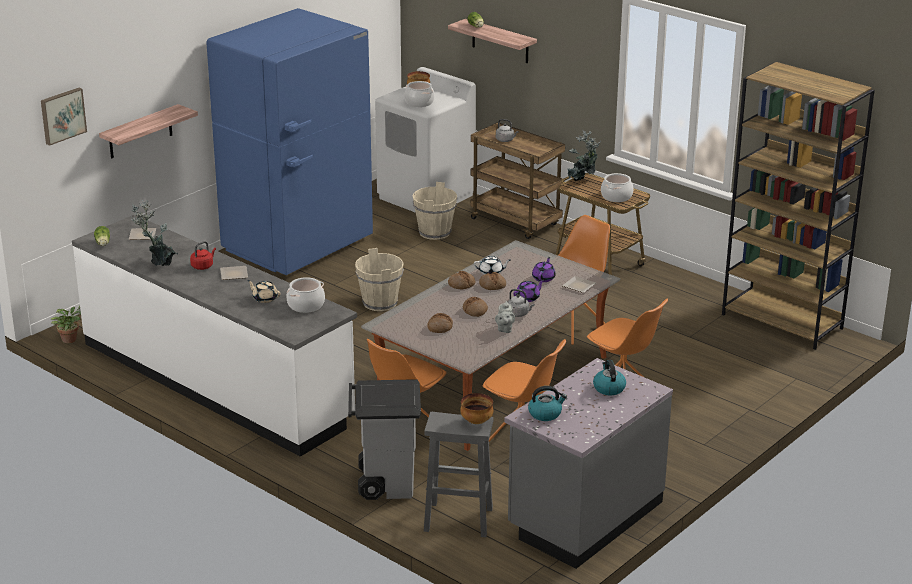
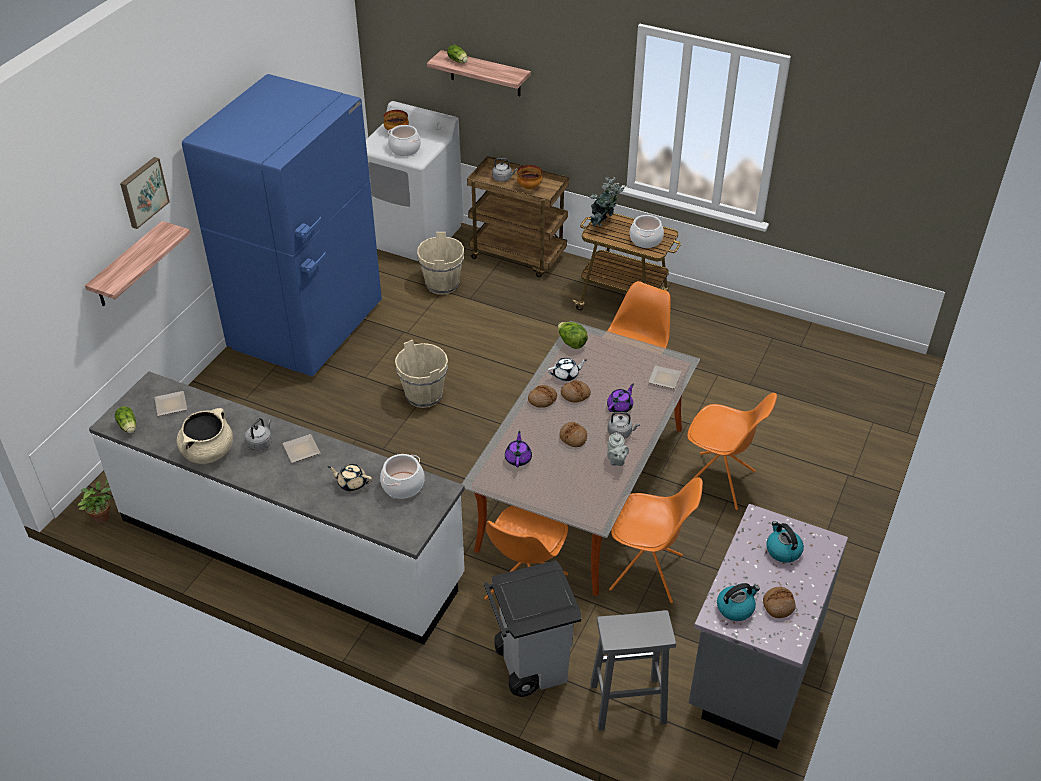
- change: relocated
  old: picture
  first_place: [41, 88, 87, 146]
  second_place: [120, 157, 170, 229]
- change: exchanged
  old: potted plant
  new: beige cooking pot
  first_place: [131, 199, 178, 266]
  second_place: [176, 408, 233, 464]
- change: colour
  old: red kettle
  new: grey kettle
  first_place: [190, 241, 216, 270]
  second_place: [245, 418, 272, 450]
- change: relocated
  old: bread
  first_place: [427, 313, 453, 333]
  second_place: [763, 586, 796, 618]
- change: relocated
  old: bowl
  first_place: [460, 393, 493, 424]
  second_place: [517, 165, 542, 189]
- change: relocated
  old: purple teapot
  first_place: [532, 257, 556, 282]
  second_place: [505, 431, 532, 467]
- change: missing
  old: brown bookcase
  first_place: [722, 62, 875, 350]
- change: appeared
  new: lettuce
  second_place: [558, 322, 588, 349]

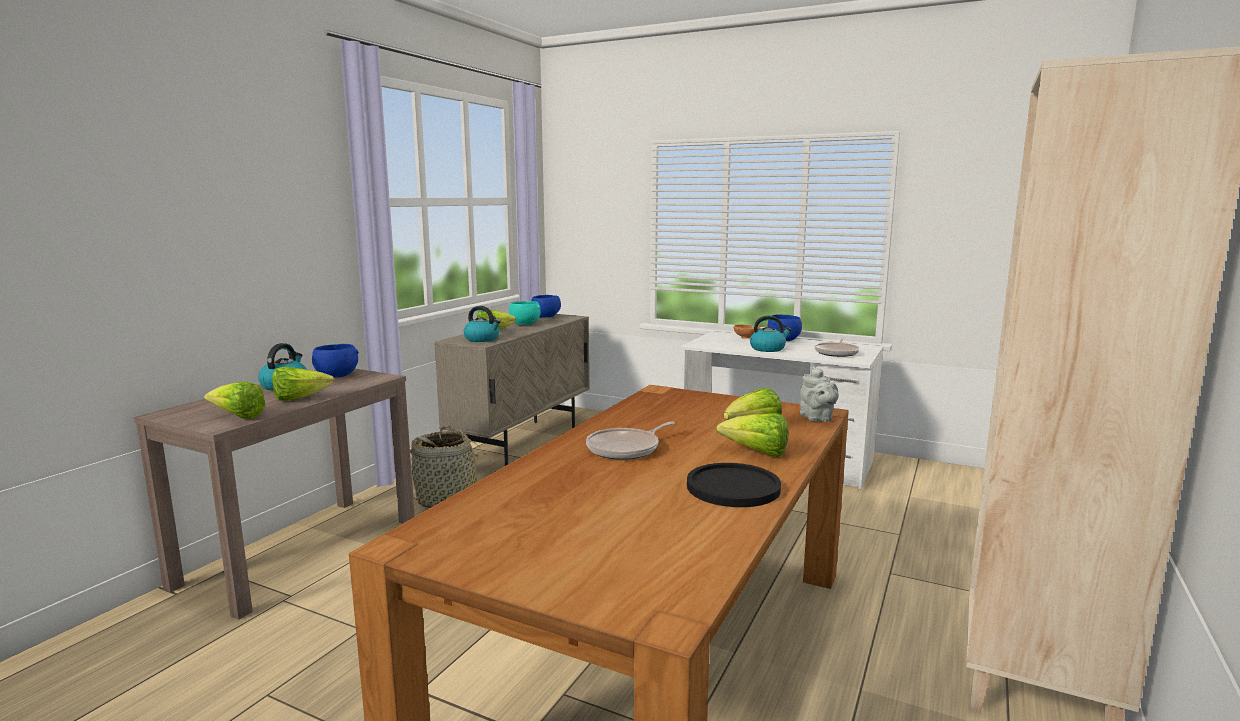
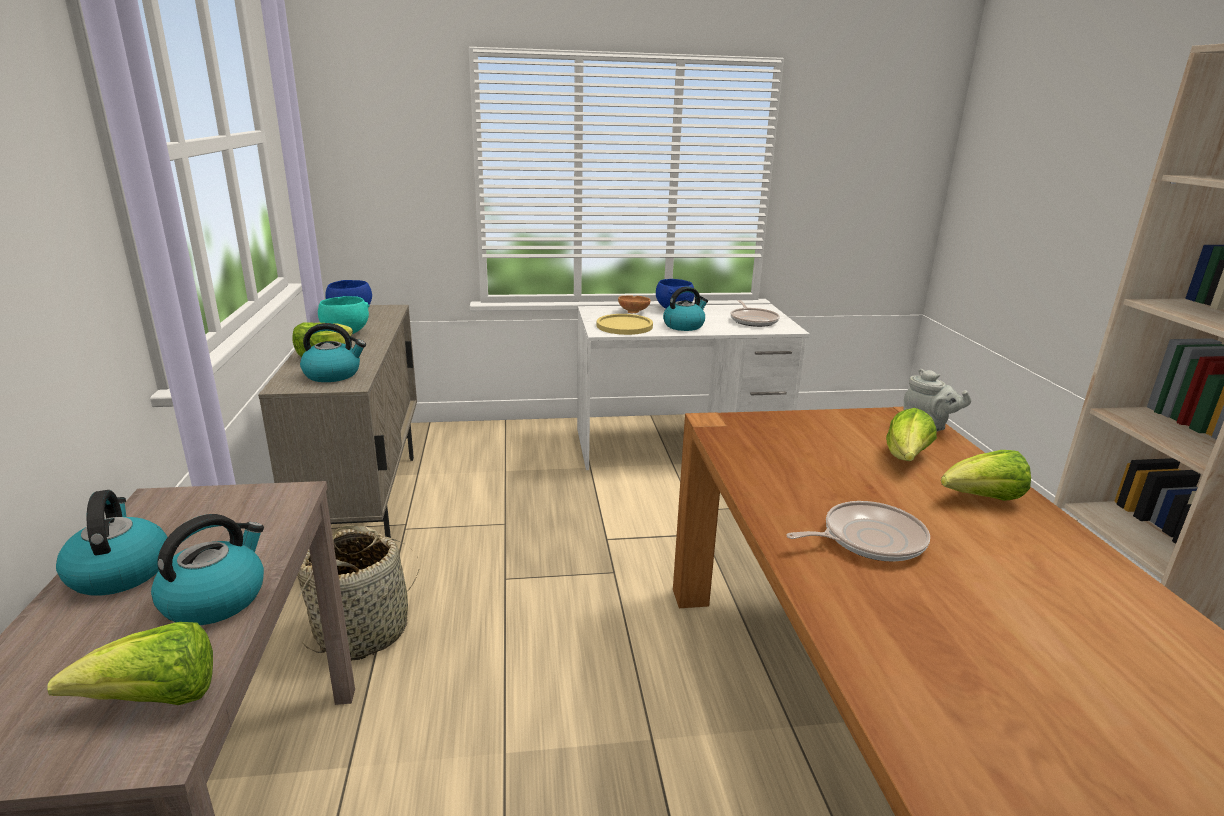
- change: exchanged
  old: lettuce
  new: kettle
  first_place: [272, 367, 334, 401]
  second_place: [151, 514, 264, 625]
- change: missing
  old: blue bowl
  first_place: [312, 344, 359, 378]
- change: spun
  old: frying pan
  first_place: [586, 421, 675, 460]
  second_place: [786, 501, 930, 561]
  degrees: -120
- change: missing
  old: black plate
  first_place: [687, 463, 781, 507]
- change: appeared
  new: yellow plate
  second_place: [597, 314, 653, 335]

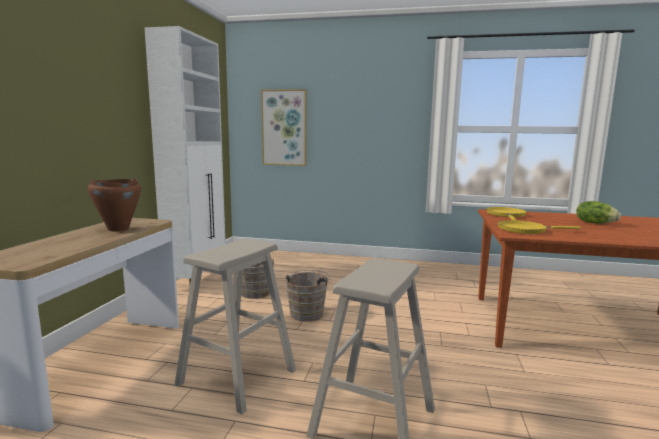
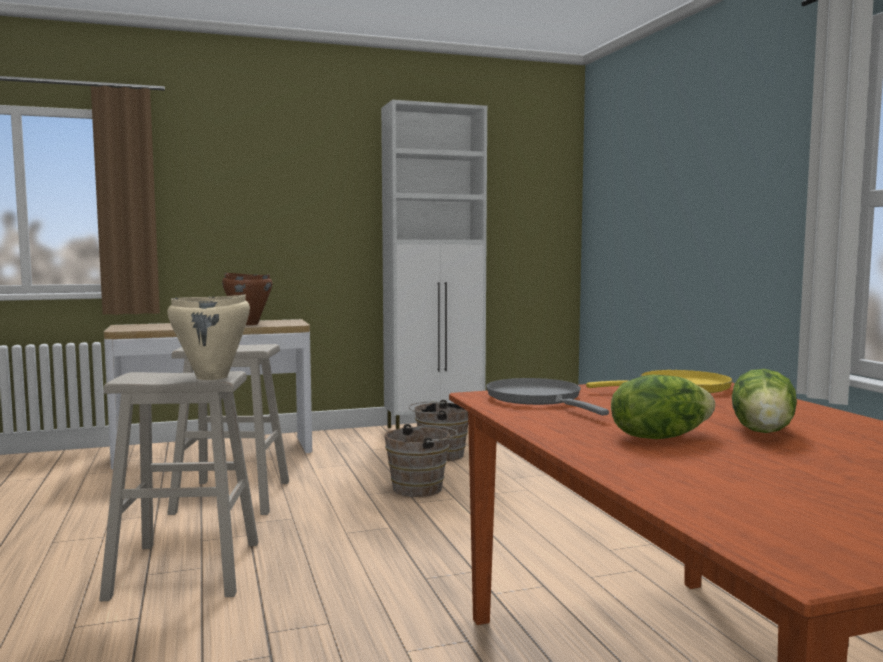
- change: missing
  old: picture
  first_place: [261, 89, 307, 166]
- change: colour
  old: yellow frying pan
  new: grey frying pan
  first_place: [498, 220, 581, 234]
  second_place: [486, 378, 609, 416]
- change: appeared
  new: beige cooking pot
  second_place: [167, 294, 250, 380]
- change: appeared
  new: lettuce
  second_place: [611, 375, 715, 439]

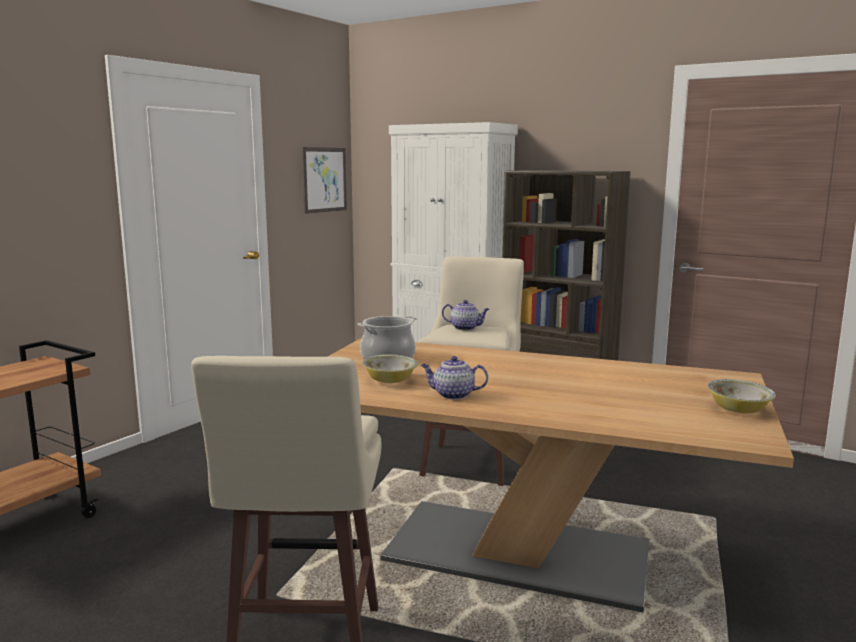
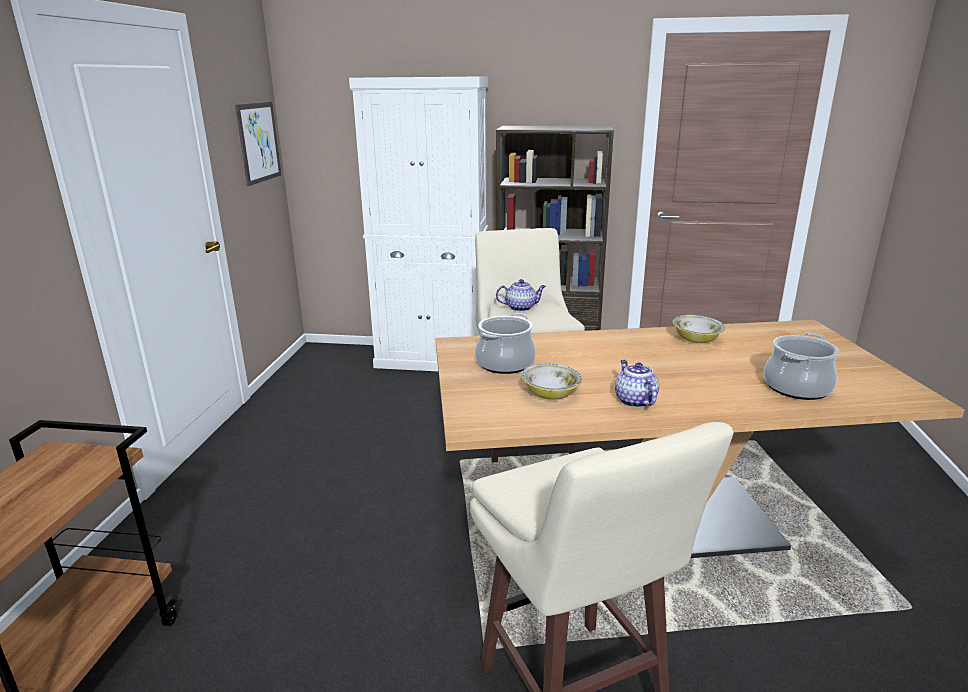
- change: spun
  old: teapot
  first_place: [421, 356, 488, 400]
  second_place: [615, 360, 659, 408]
  degrees: 90
- change: relocated
  old: bowl
  first_place: [707, 379, 776, 414]
  second_place: [672, 315, 725, 343]
- change: appeared
  new: cooking pot
  second_place: [764, 333, 839, 400]

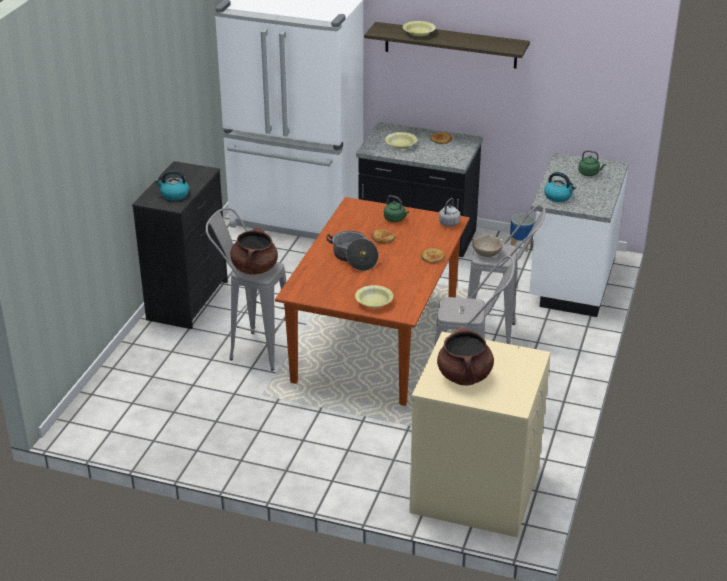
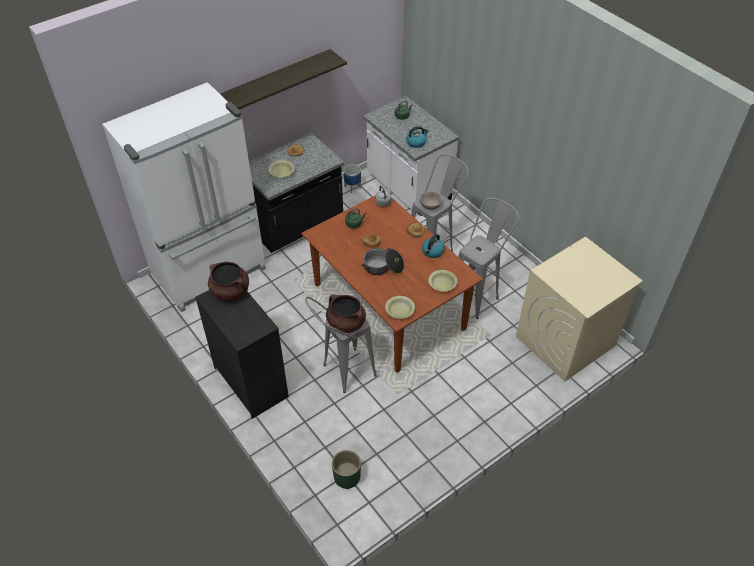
- change: relocated
  old: kettle
  first_place: [155, 170, 189, 201]
  second_place: [422, 234, 445, 258]
- change: relocated
  old: yellow bowl
  first_place: [403, 21, 436, 36]
  second_place: [385, 296, 415, 319]
- change: relocated
  old: brown cooking pot
  first_place: [437, 327, 494, 386]
  second_place: [208, 262, 249, 301]
- change: appeared
  new: green planter
  second_place: [332, 450, 361, 489]

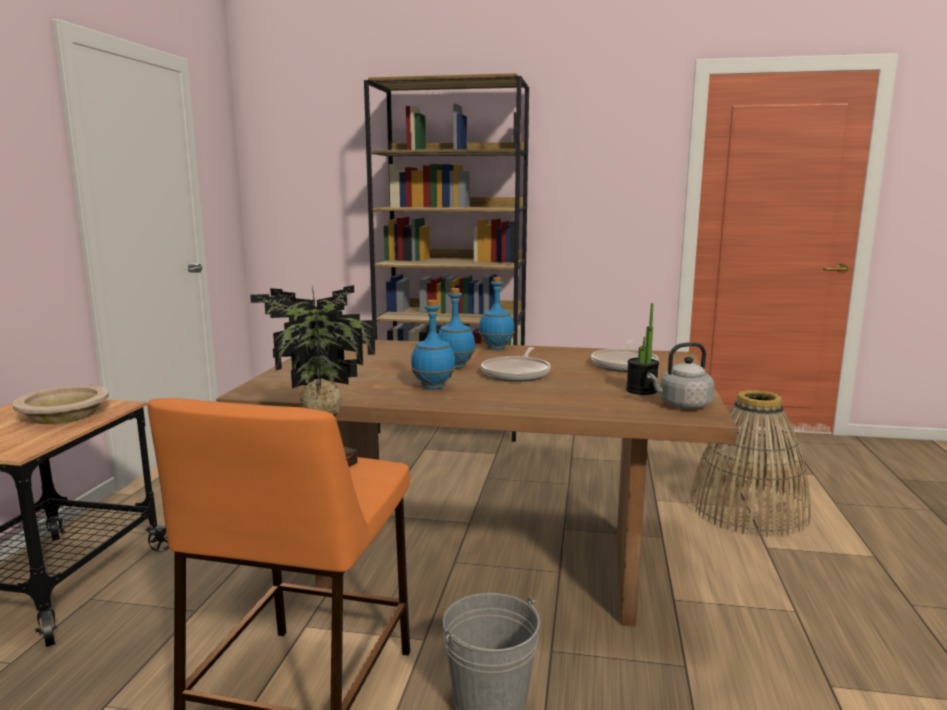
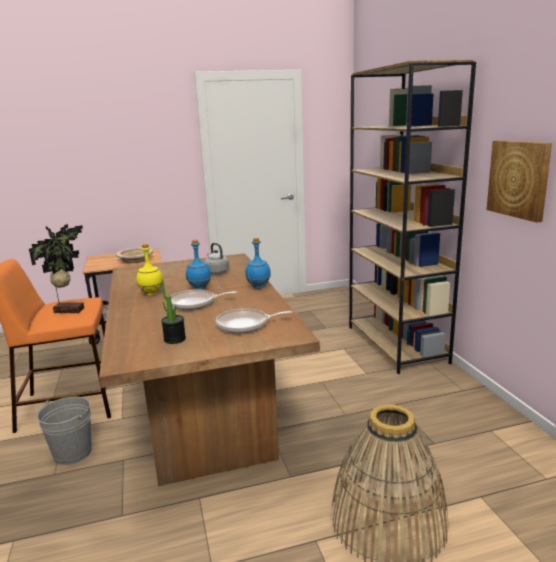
- change: colour
  old: blue bottle
  new: yellow bottle
  first_place: [411, 300, 456, 389]
  second_place: [137, 244, 163, 295]
- change: relocated
  old: grey kettle
  first_place: [647, 342, 714, 409]
  second_place: [204, 243, 229, 274]
- change: appeared
  new: picture
  second_place: [487, 140, 552, 223]

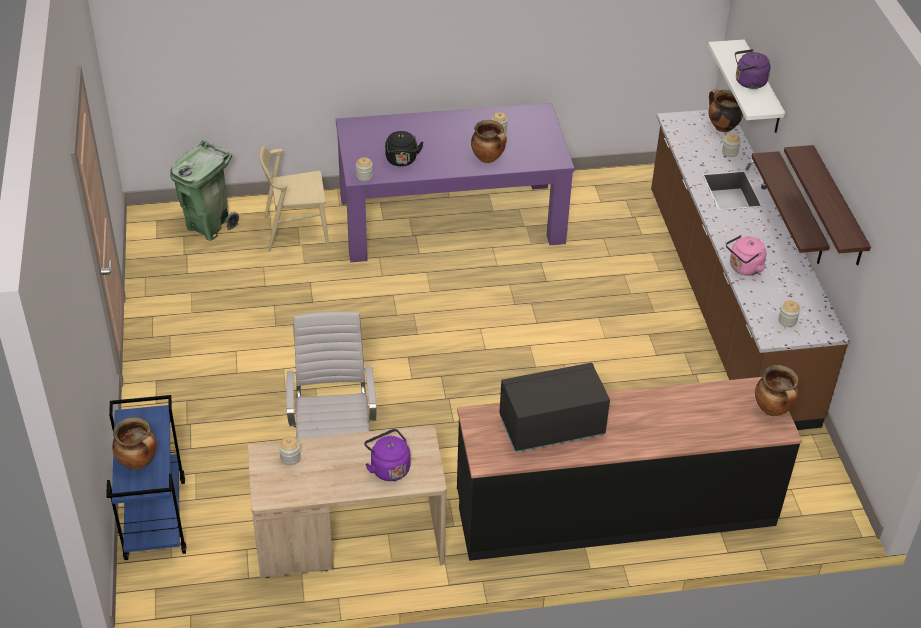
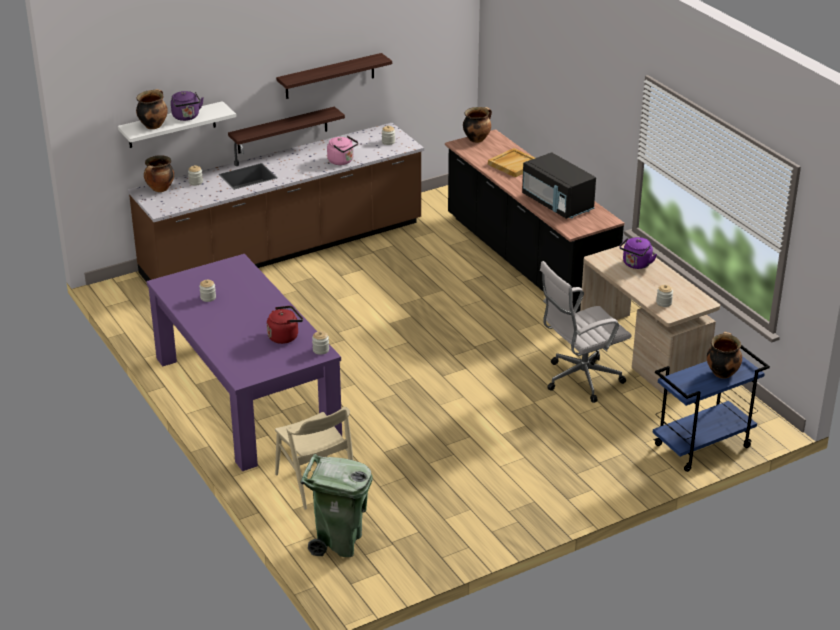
- change: colour
  old: black kettle
  new: red kettle
  first_place: [385, 131, 424, 166]
  second_place: [267, 306, 303, 344]
- change: relocated
  old: cooking pot
  first_place: [471, 120, 507, 163]
  second_place: [136, 89, 168, 129]
- change: appeared
  new: beige tray
  second_place: [488, 148, 535, 177]

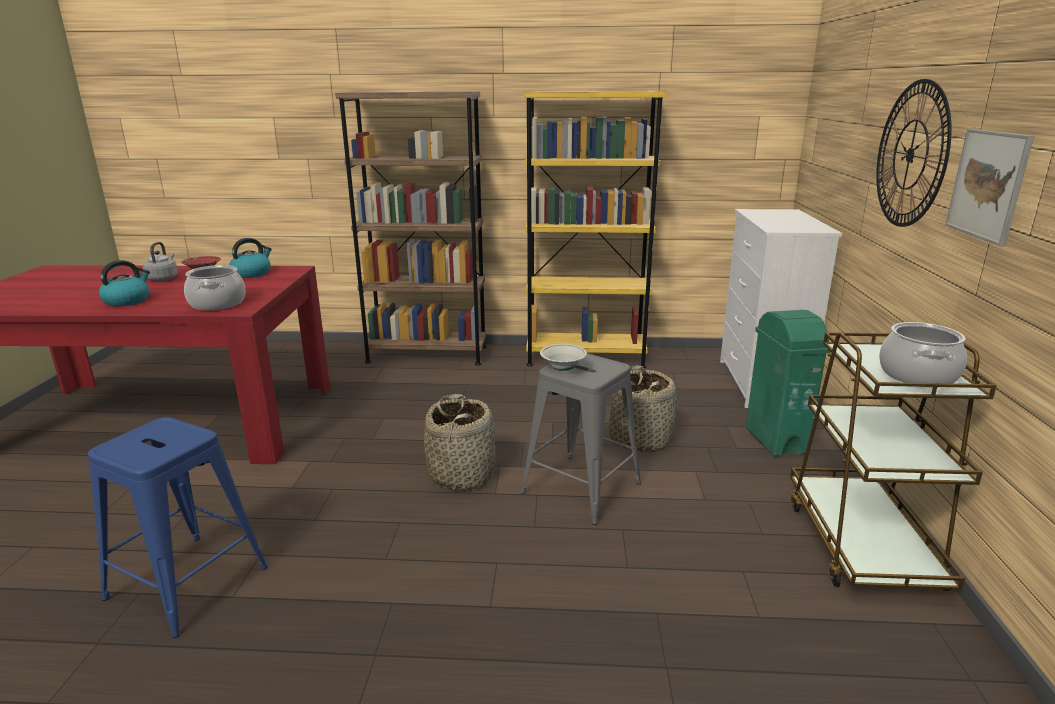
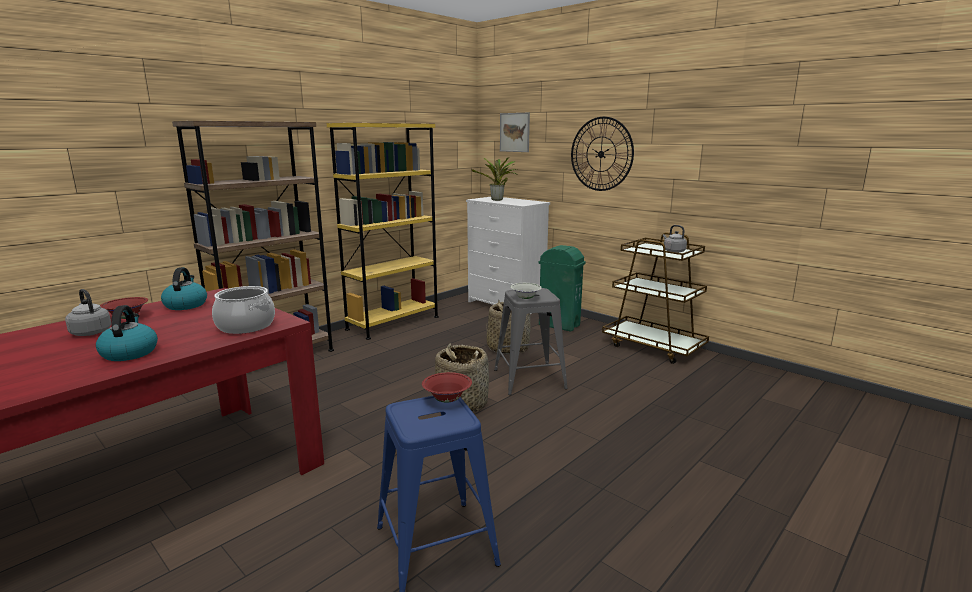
- change: exchanged
  old: cooking pot
  new: grey kettle
  first_place: [879, 322, 967, 383]
  second_place: [663, 225, 687, 253]
- change: relocated
  old: picture
  first_place: [945, 129, 1034, 246]
  second_place: [500, 113, 530, 152]
- change: appeared
  new: red bowl
  second_place: [422, 372, 472, 403]
- change: appeared
  new: potted plant
  second_place: [472, 157, 516, 201]

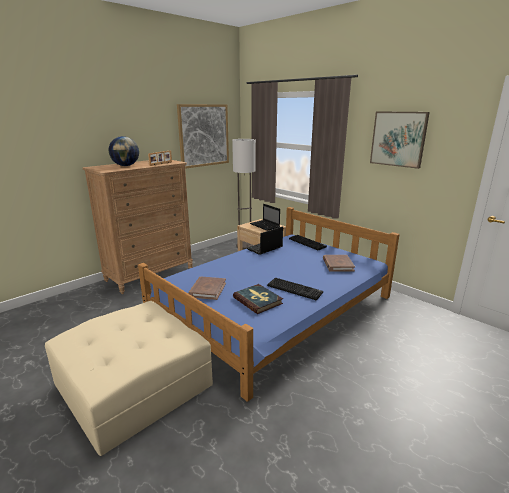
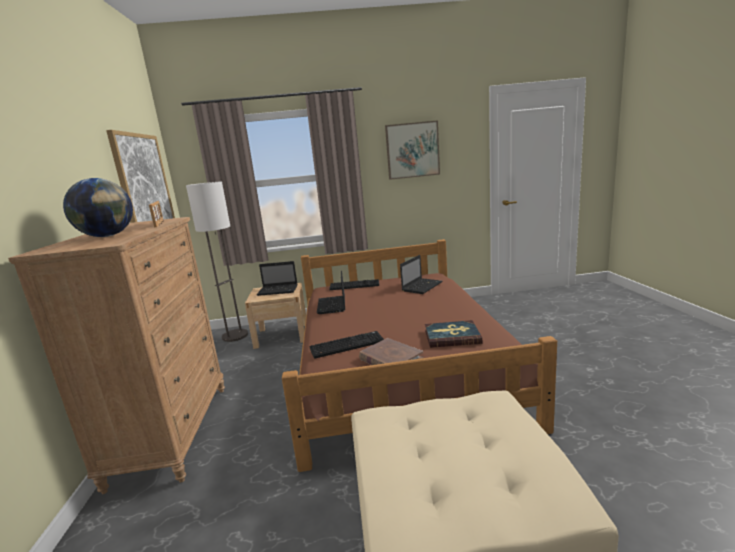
- change: colour
  old: blue bed
  new: brown bed
  first_place: [138, 207, 400, 402]
  second_place: [282, 239, 557, 472]
- change: relocated
  old: keyboard
  first_place: [267, 278, 323, 300]
  second_place: [309, 331, 384, 359]
- change: exchanged
  old: brown book
  new: laptop
  first_place: [323, 255, 355, 272]
  second_place: [400, 255, 443, 294]

